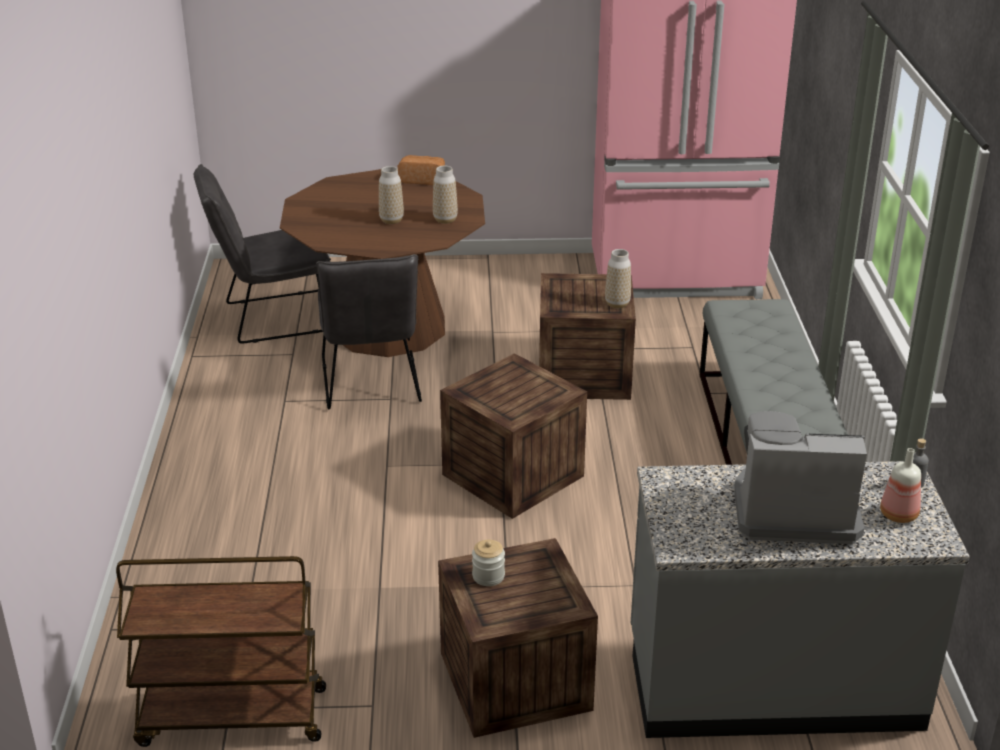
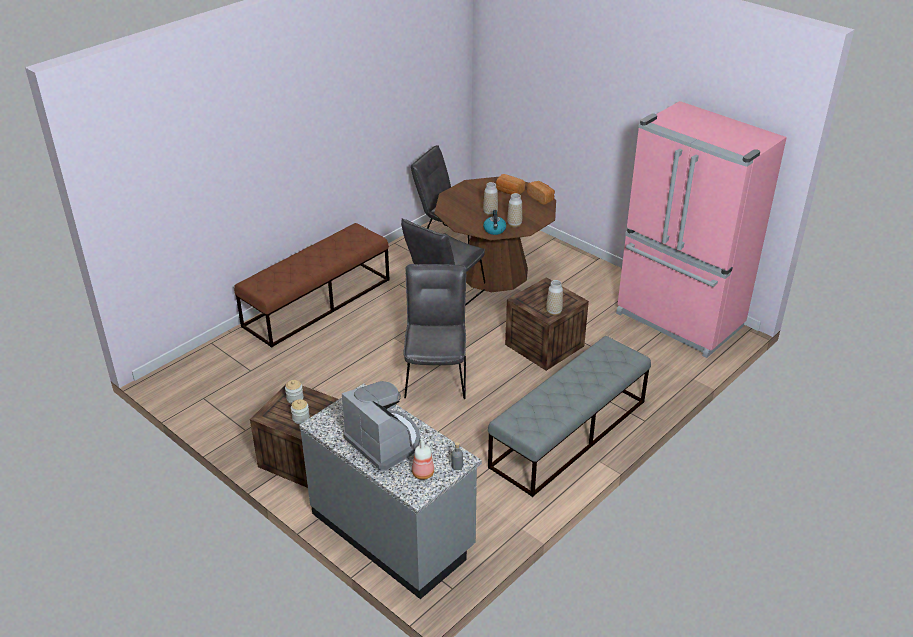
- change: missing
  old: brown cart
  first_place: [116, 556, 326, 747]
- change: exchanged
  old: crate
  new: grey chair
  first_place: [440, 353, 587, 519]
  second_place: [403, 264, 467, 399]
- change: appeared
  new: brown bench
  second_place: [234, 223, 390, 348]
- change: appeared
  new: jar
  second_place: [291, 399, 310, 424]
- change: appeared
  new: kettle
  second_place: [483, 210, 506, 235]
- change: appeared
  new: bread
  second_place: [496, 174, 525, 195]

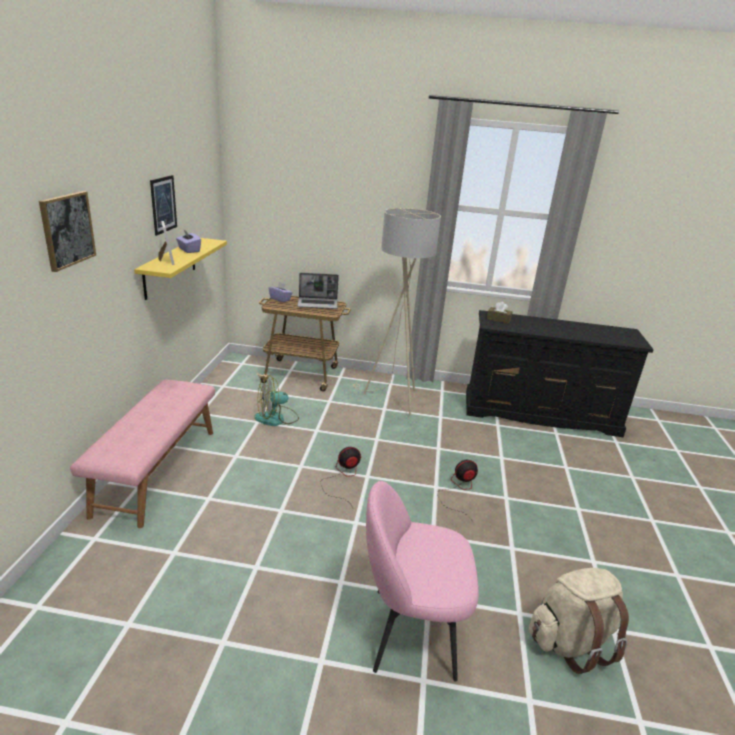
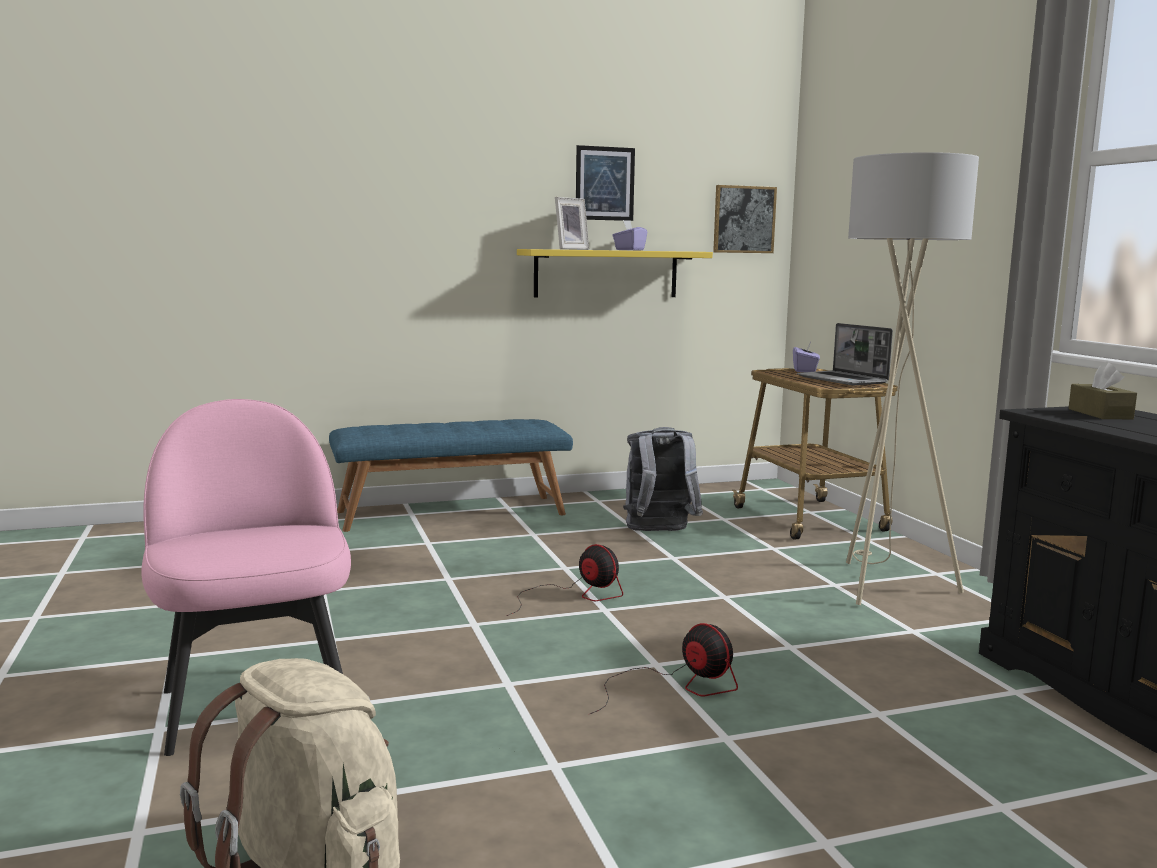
- change: relocated
  old: picture
  first_place: [39, 191, 96, 272]
  second_place: [713, 185, 777, 253]
- change: colour
  old: pink bench
  new: blue bench
  first_place: [70, 379, 215, 528]
  second_place: [329, 419, 573, 532]
- change: exchanged
  old: fan
  new: grey backpack
  first_place: [254, 375, 299, 426]
  second_place: [623, 427, 703, 531]

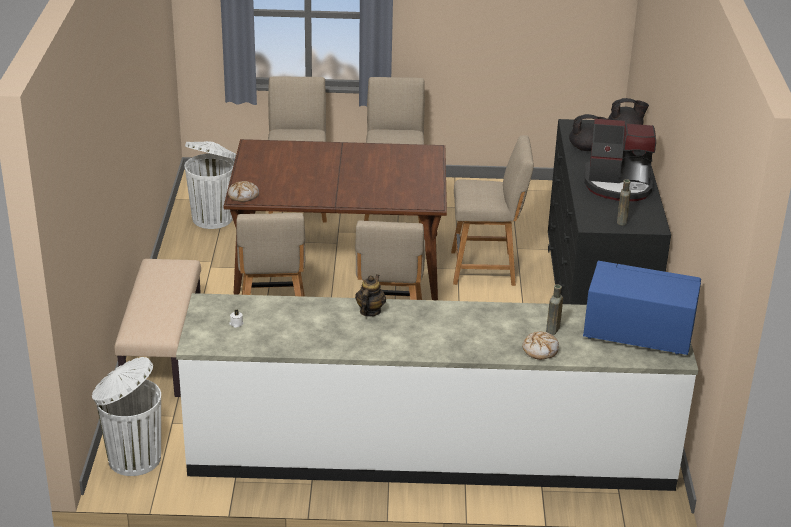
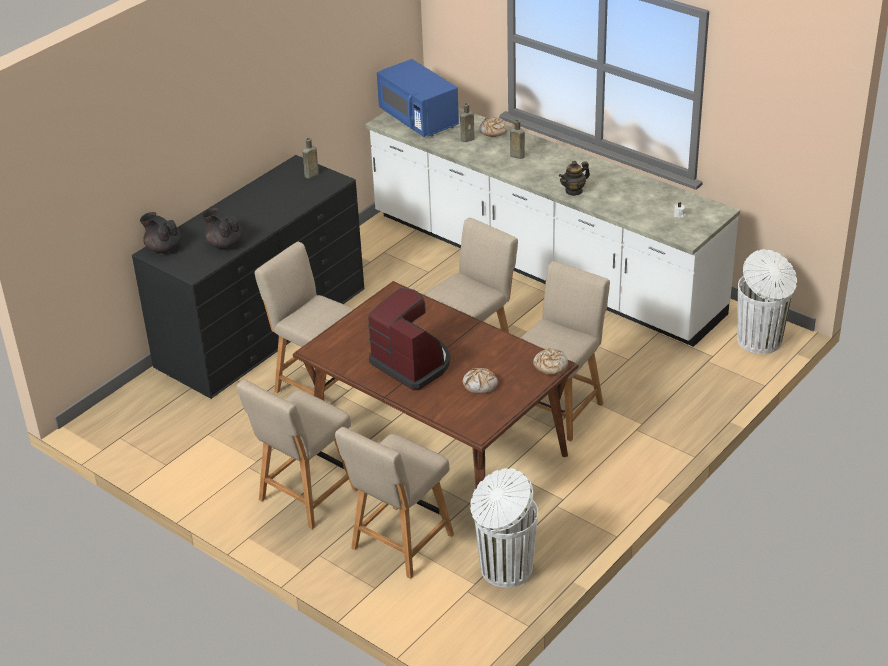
- change: missing
  old: beige bench
  first_place: [114, 259, 201, 397]
- change: relocated
  old: coffee machine
  first_place: [585, 119, 656, 201]
  second_place: [368, 288, 450, 390]
- change: appeared
  new: bread
  second_place: [463, 368, 498, 394]
- change: appeared
  new: brown bottle
  second_place: [510, 119, 525, 159]

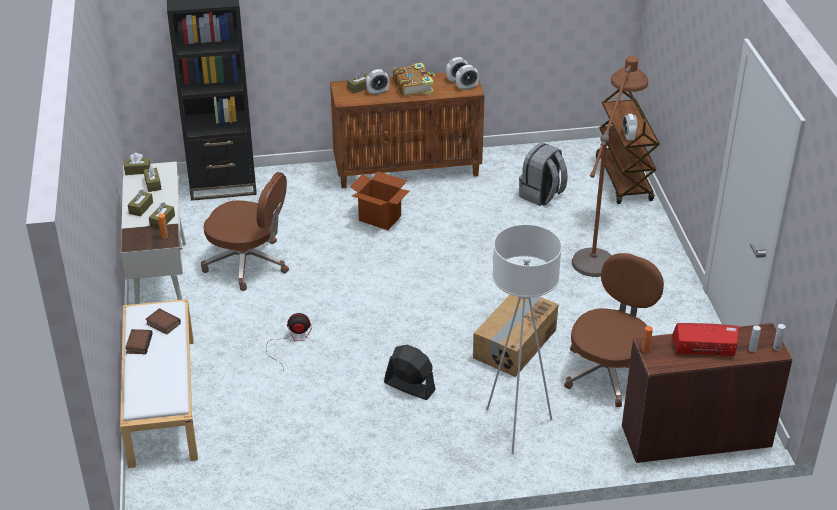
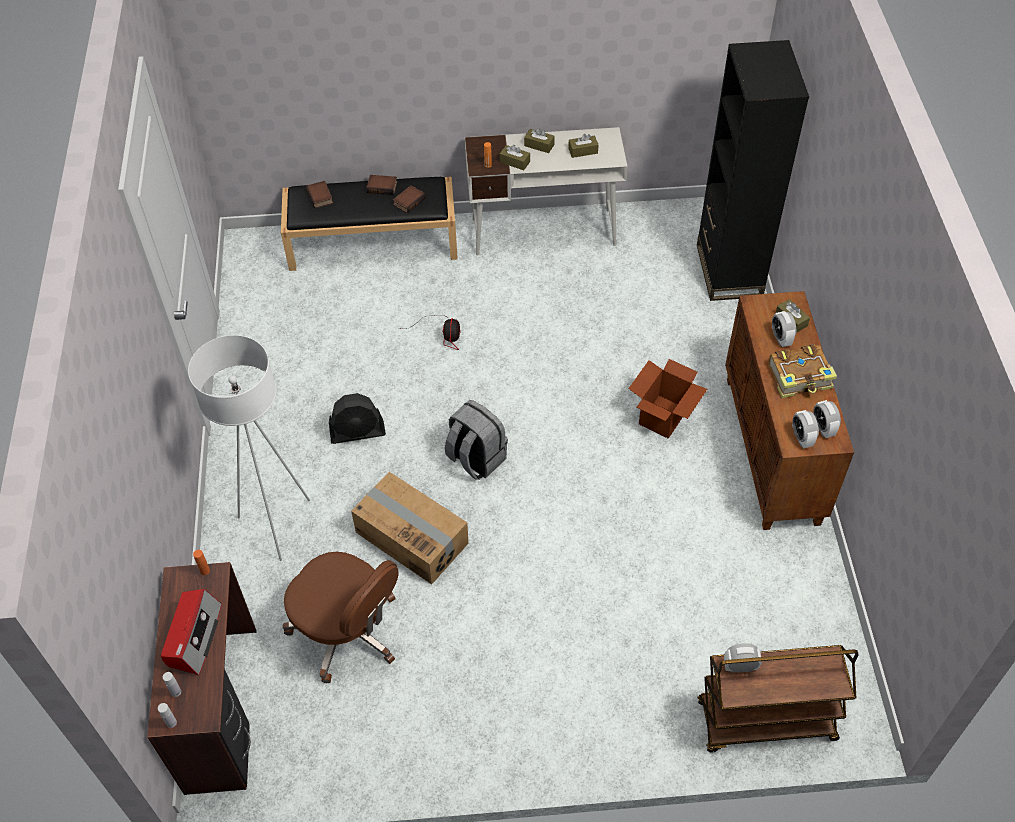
- change: colour
  old: white bench
  new: black bench
  first_place: [120, 299, 198, 468]
  second_place: [281, 177, 458, 271]
- change: missing
  old: brown tissue box
  first_place: [124, 153, 150, 175]
- change: missing
  old: brown office chair
  first_place: [201, 172, 289, 291]
- change: spun
  old: black fan
  first_place: [384, 345, 436, 400]
  second_place: [329, 393, 386, 444]
  degrees: 45
- change: relocated
  old: grey backpack
  first_place: [519, 142, 568, 206]
  second_place: [445, 400, 508, 480]
- change: missing
  old: brown floor lamp
  first_place: [572, 56, 648, 277]
- change: appeared
  new: book
  second_place: [306, 181, 333, 208]

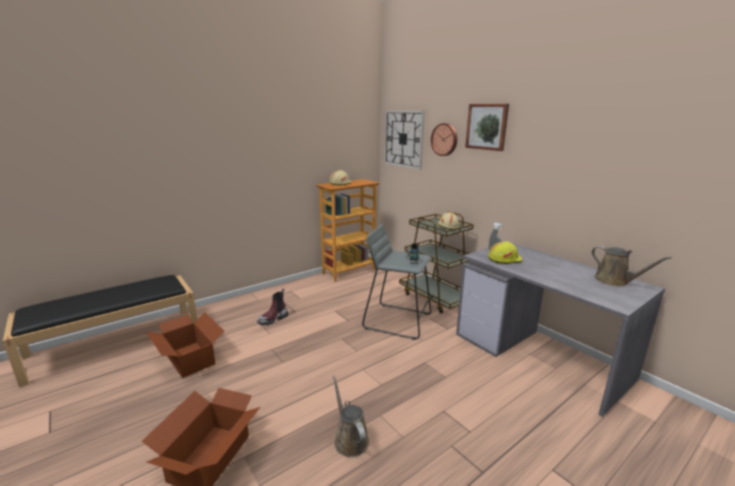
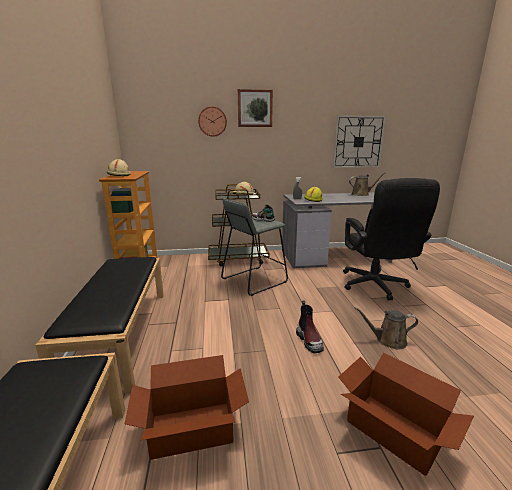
- change: relocated
  old: boot
  first_place: [257, 289, 288, 325]
  second_place: [296, 300, 324, 353]
- change: relocated
  old: wall clock
  first_place: [384, 110, 425, 170]
  second_place: [333, 115, 386, 168]
- change: appeared
  new: black bench
  second_place: [35, 257, 164, 394]
- change: appeared
  new: black office chair
  second_place: [343, 178, 440, 300]

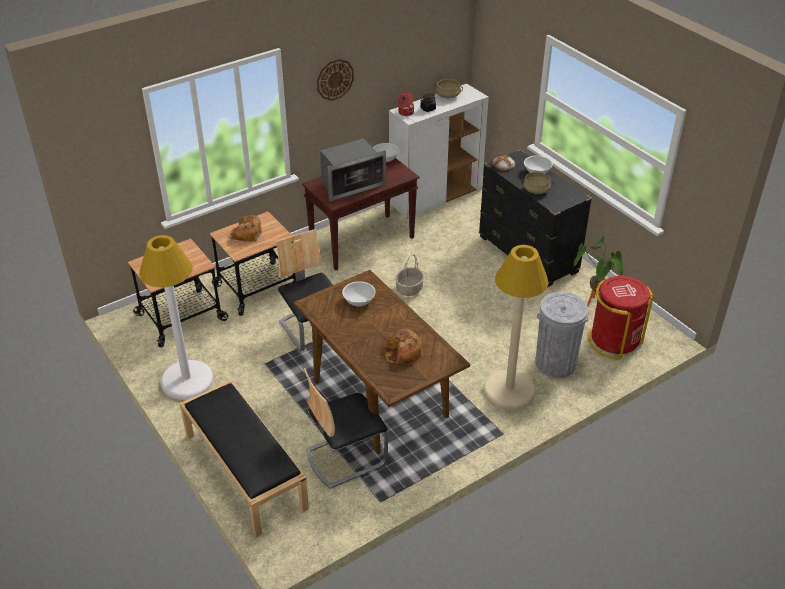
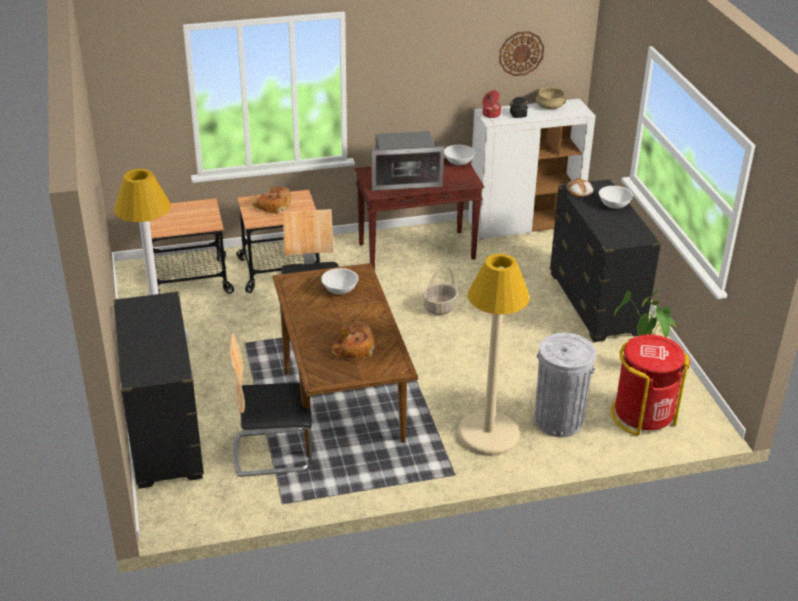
- change: exchanged
  old: black bench
  new: black dresser
  first_place: [180, 380, 309, 537]
  second_place: [113, 291, 204, 489]
- change: relocated
  old: wall clock
  first_place: [317, 59, 354, 101]
  second_place: [499, 31, 544, 76]
- change: missing
  old: beige cooking pot
  first_place: [521, 172, 554, 194]

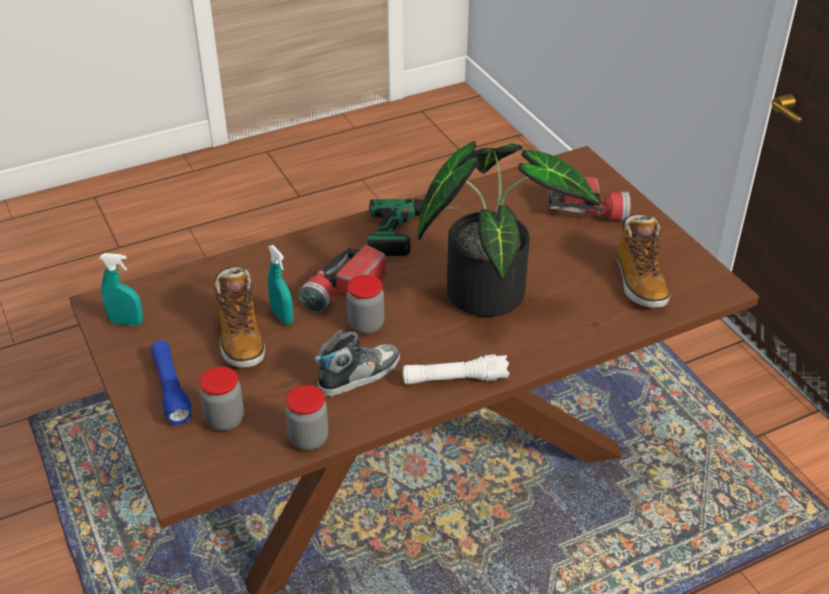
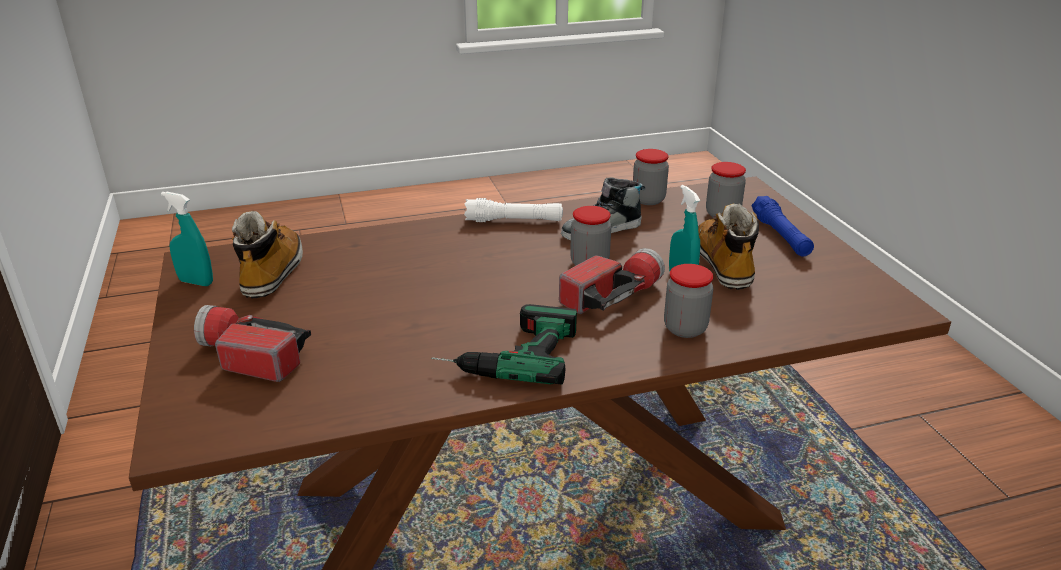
- change: relocated
  old: turquoise spray bottle
  first_place: [100, 253, 143, 326]
  second_place: [161, 192, 213, 286]
- change: missing
  old: potted plant
  first_place: [418, 141, 600, 317]
- change: appeared
  new: jar
  second_place: [664, 264, 713, 338]

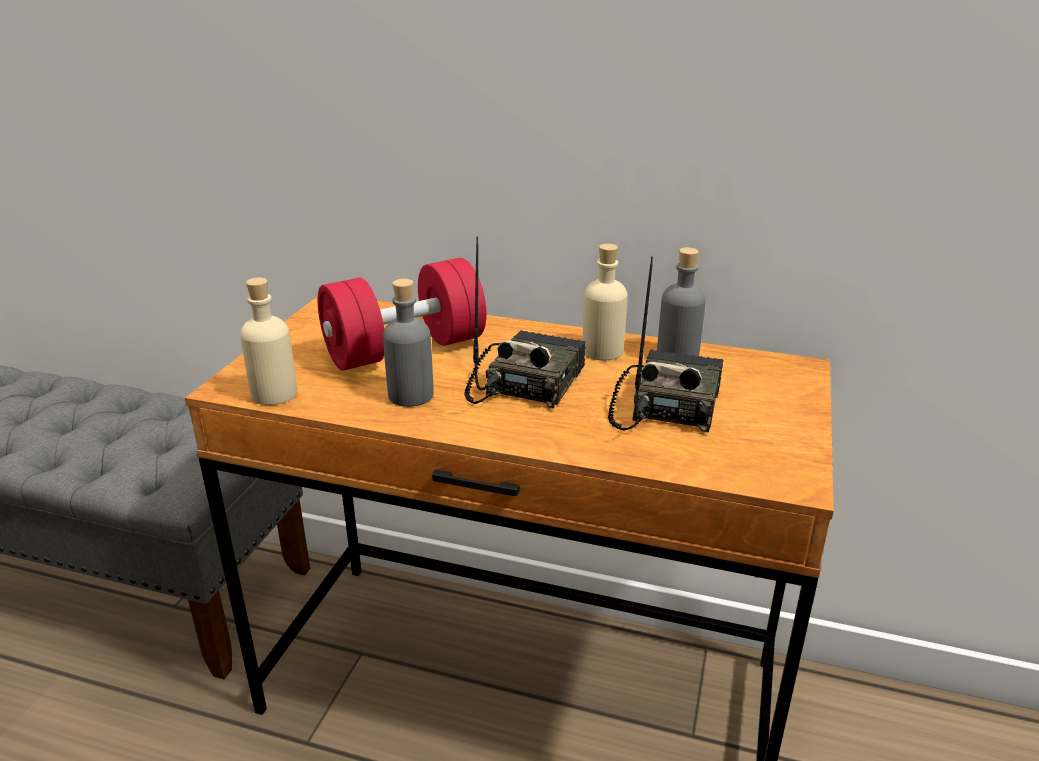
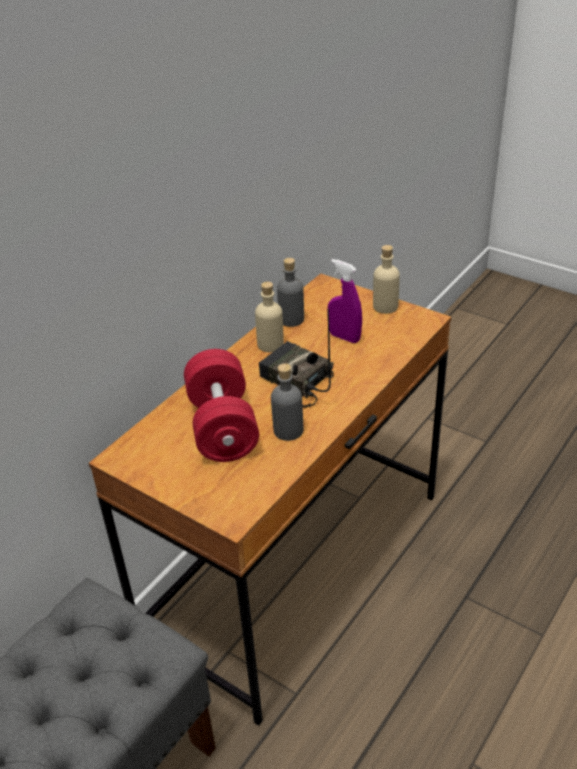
- change: relocated
  old: beige bottle
  first_place: [240, 277, 297, 405]
  second_place: [373, 245, 400, 314]
- change: exchanged
  old: radio
  new: purple spray bottle
  first_place: [608, 257, 723, 433]
  second_place: [328, 259, 362, 343]

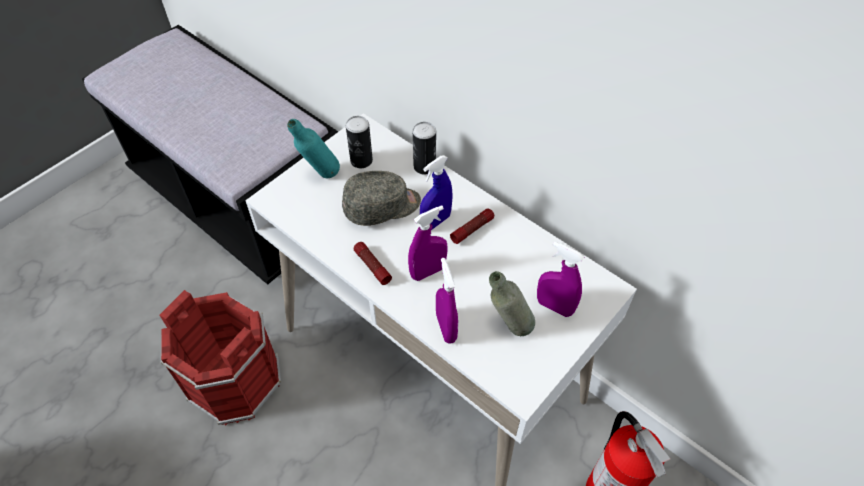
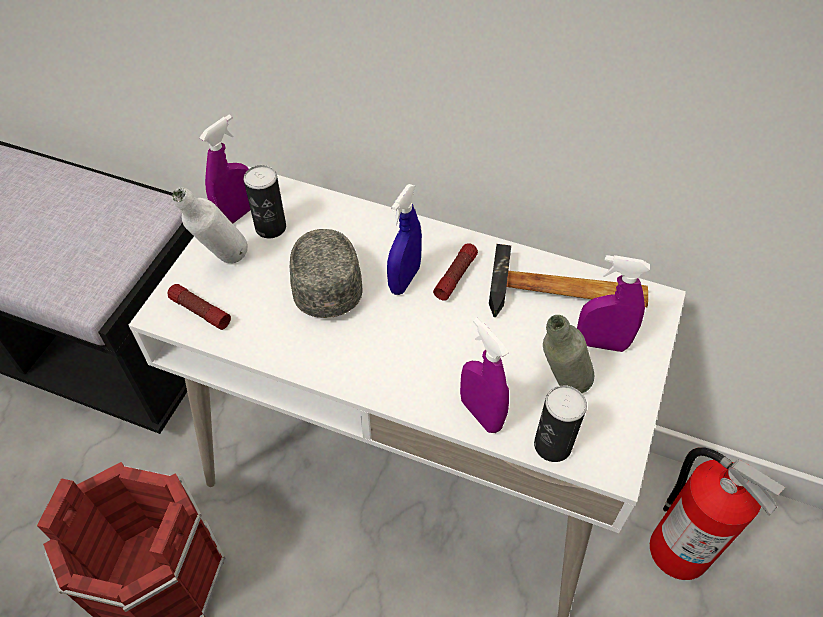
- change: colour
  old: turquoise bottle
  new: white bottle
  first_place: [287, 119, 340, 178]
  second_place: [172, 187, 248, 264]
- change: spun
  old: grey cap
  first_place: [342, 171, 421, 226]
  second_place: [290, 229, 363, 318]
  degrees: -60
- change: relocated
  old: flashlight
  first_place: [354, 242, 392, 285]
  second_place: [168, 284, 231, 330]
- change: relocated
  old: purple spray bottle
  first_place: [408, 205, 448, 281]
  second_place: [199, 115, 251, 224]
- change: relocated
  old: can
  first_place: [413, 122, 436, 175]
  second_place: [534, 385, 587, 462]
- change: appeared
  new: hammer
  second_place: [489, 244, 648, 317]

